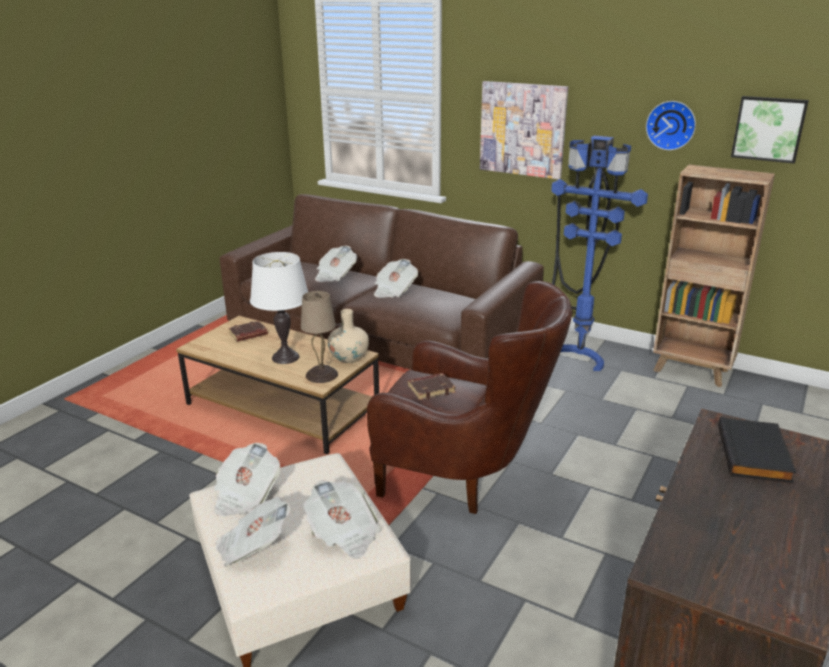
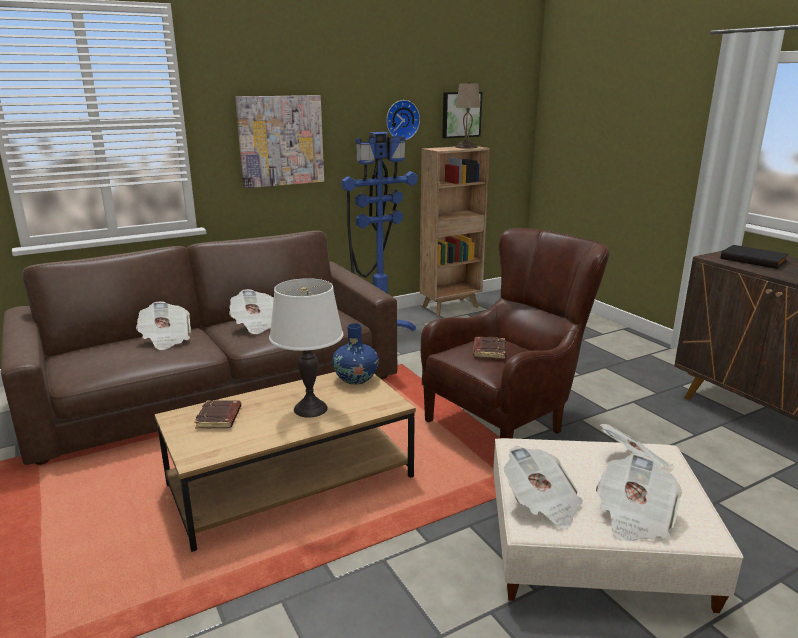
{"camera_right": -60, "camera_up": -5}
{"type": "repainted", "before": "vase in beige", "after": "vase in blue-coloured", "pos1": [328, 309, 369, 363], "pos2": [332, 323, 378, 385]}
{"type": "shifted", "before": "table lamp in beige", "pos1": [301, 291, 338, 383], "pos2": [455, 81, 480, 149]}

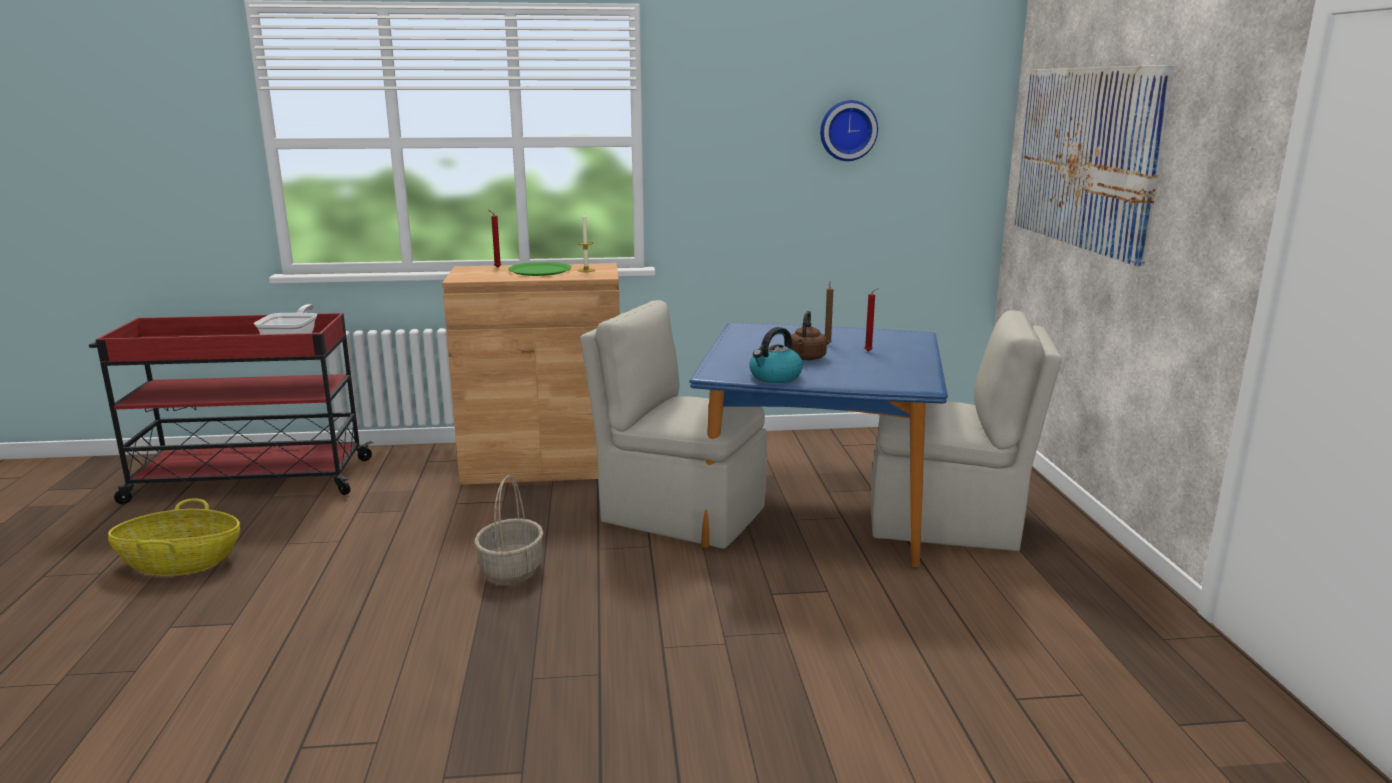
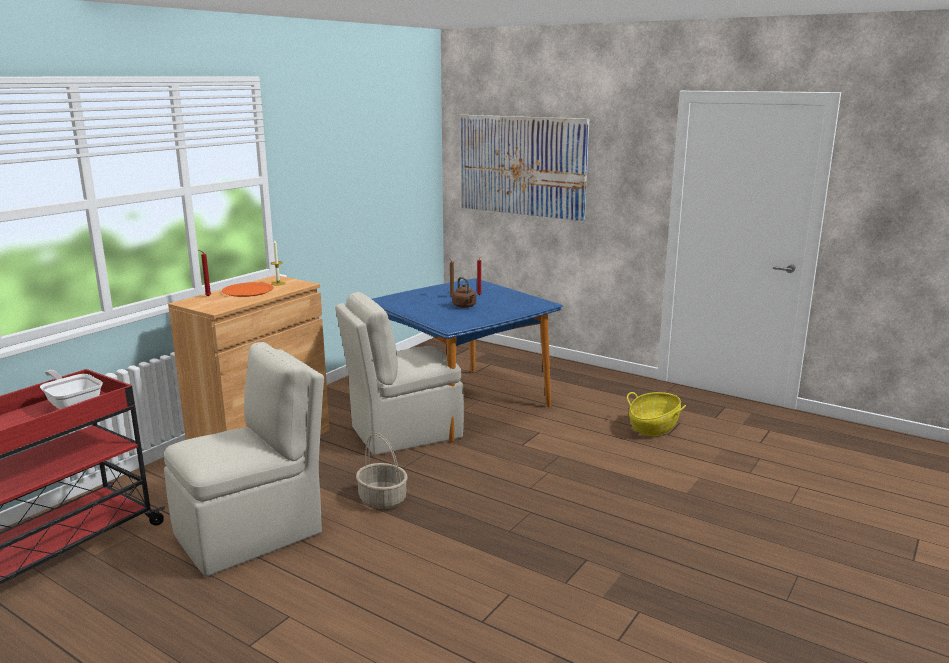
{"camera_right": -50, "camera_up": 0}
{"type": "shifted", "before": "chair in beige", "pos1": [871, 310, 1062, 551], "pos2": [164, 342, 324, 577]}
{"type": "repainted", "before": "dinner plate in green-coloured", "after": "dinner plate in orangey", "pos1": [508, 262, 571, 276], "pos2": [222, 282, 274, 297]}
{"type": "shifted", "before": "storage basket", "pos1": [108, 498, 240, 576], "pos2": [627, 392, 686, 436]}
{"type": "gone", "before": "water kettle", "pos1": [749, 327, 803, 383]}
{"type": "gone", "before": "wall clock", "pos1": [820, 100, 878, 161]}

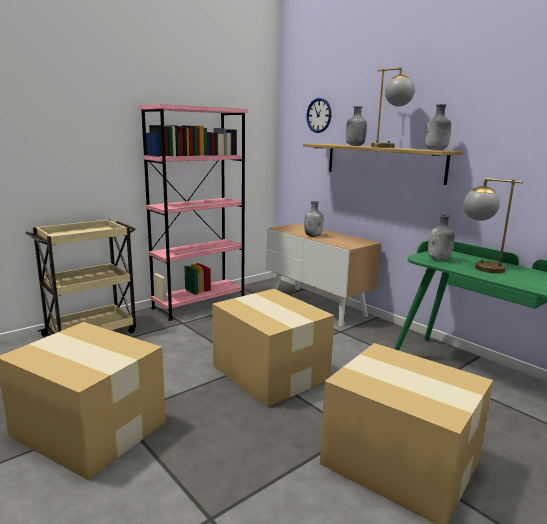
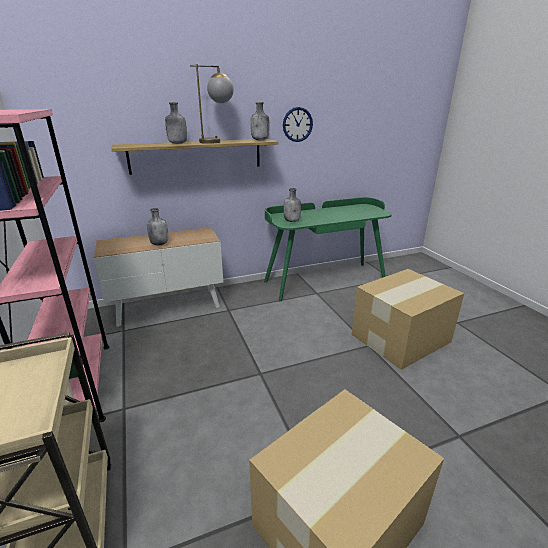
{"camera_right": -70, "camera_up": 10}
{"type": "shifted", "before": "wall clock", "pos1": [306, 98, 332, 133], "pos2": [283, 107, 313, 142]}
{"type": "gone", "before": "carton", "pos1": [212, 289, 334, 407]}
{"type": "gone", "before": "table lamp", "pos1": [463, 178, 523, 273]}

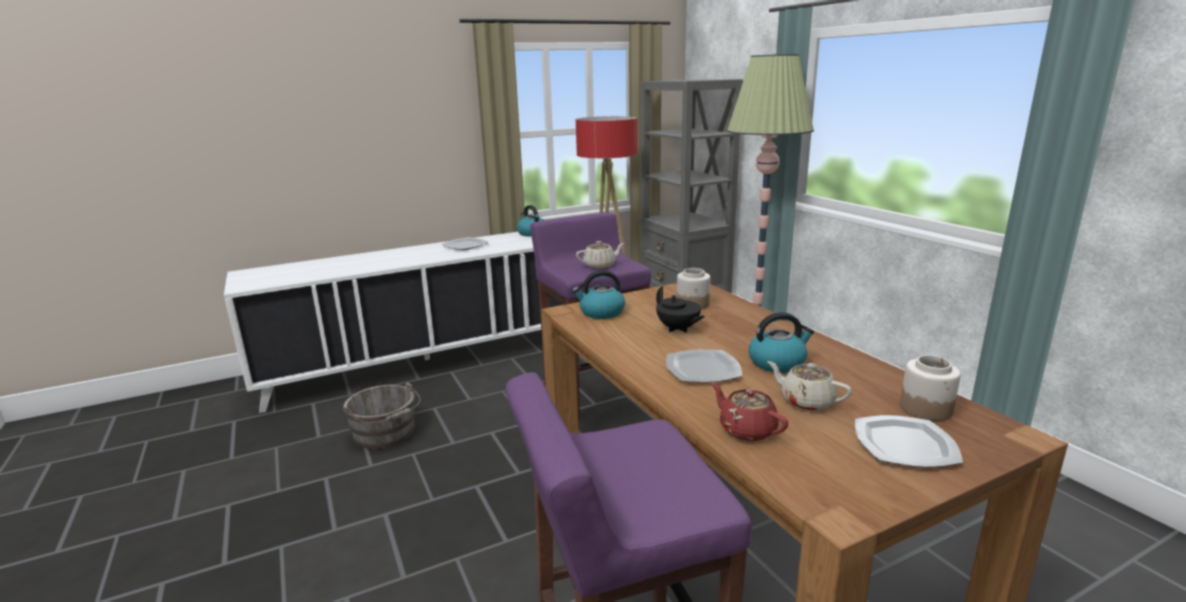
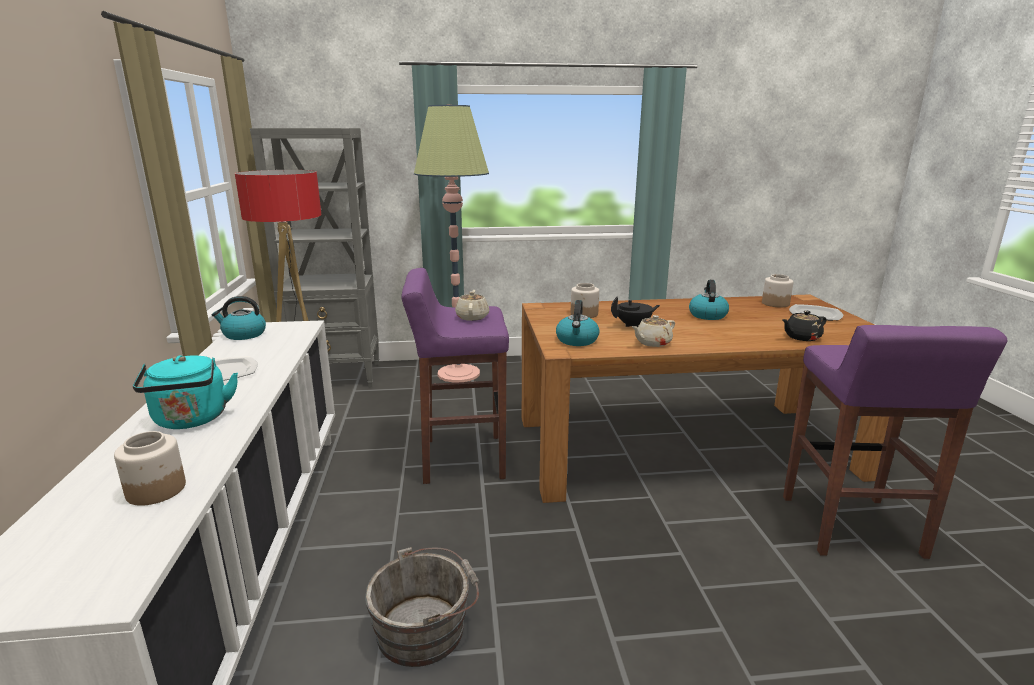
{"camera_right": -70, "camera_up": 0}
{"type": "new", "after": "storage jar", "pos2": [114, 431, 186, 506]}
{"type": "new", "after": "water kettle in turquoise", "pos2": [133, 355, 238, 429]}
{"type": "shifted", "before": "tea pot in beige", "pos1": [767, 361, 852, 411], "pos2": [632, 315, 675, 347]}
{"type": "repainted", "before": "tea pot in reddish", "after": "tea pot in blackish", "pos1": [711, 382, 789, 441], "pos2": [782, 310, 827, 341]}
{"type": "gone", "before": "dinner plate", "pos1": [666, 349, 742, 382]}

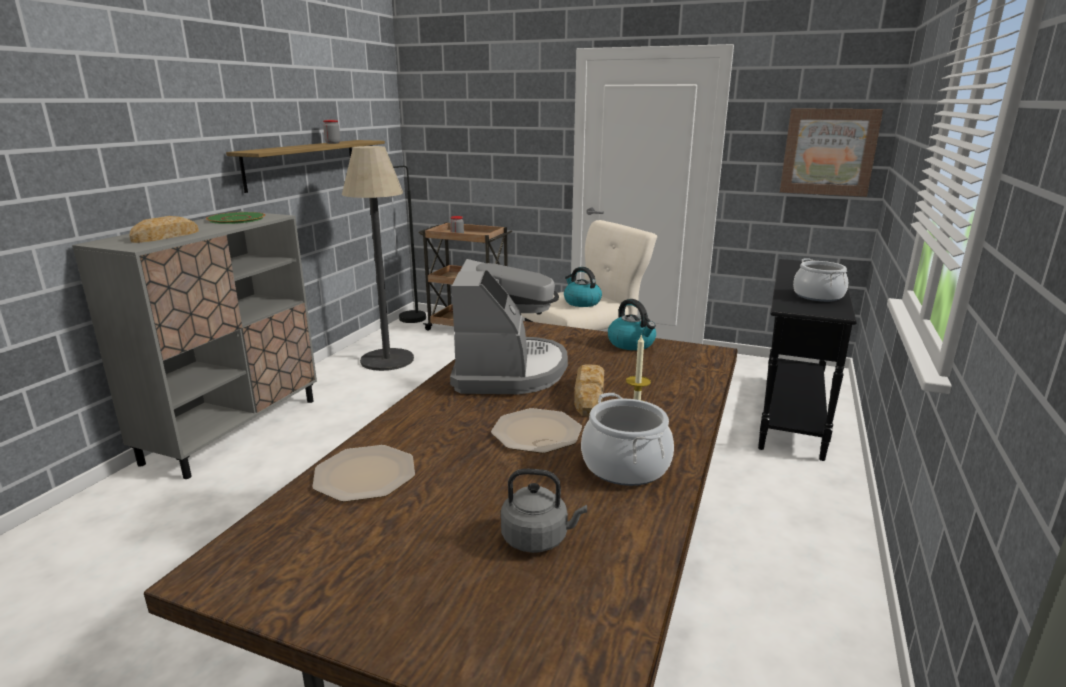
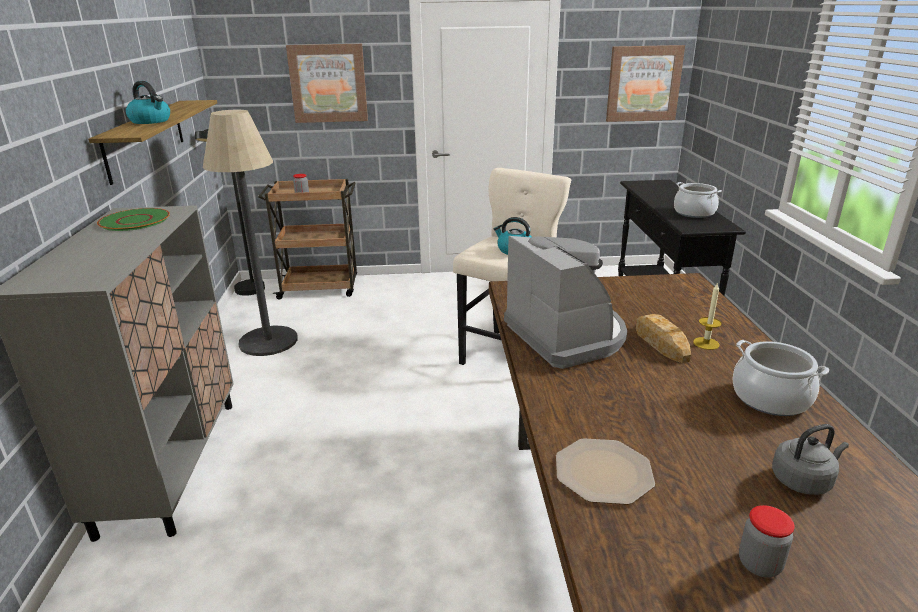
{"camera_right": -25, "camera_up": 5}
{"type": "shifted", "before": "water kettle", "pos1": [608, 299, 656, 350], "pos2": [126, 81, 170, 124]}
{"type": "new", "after": "picture", "pos2": [286, 44, 368, 123]}
{"type": "shifted", "before": "storage jar", "pos1": [323, 120, 340, 144], "pos2": [739, 505, 795, 578]}
{"type": "gone", "before": "bread", "pos1": [129, 216, 199, 243]}
{"type": "gone", "before": "dinner plate", "pos1": [491, 408, 582, 453]}

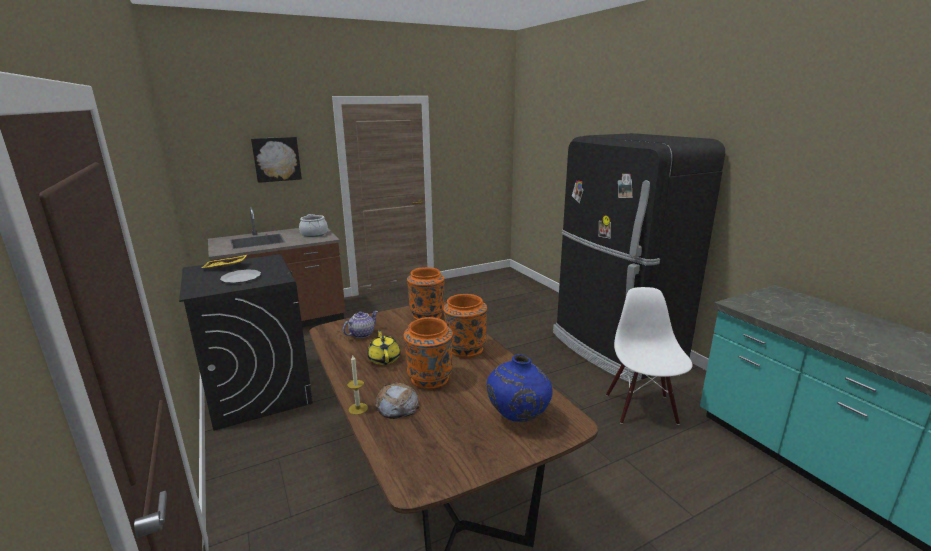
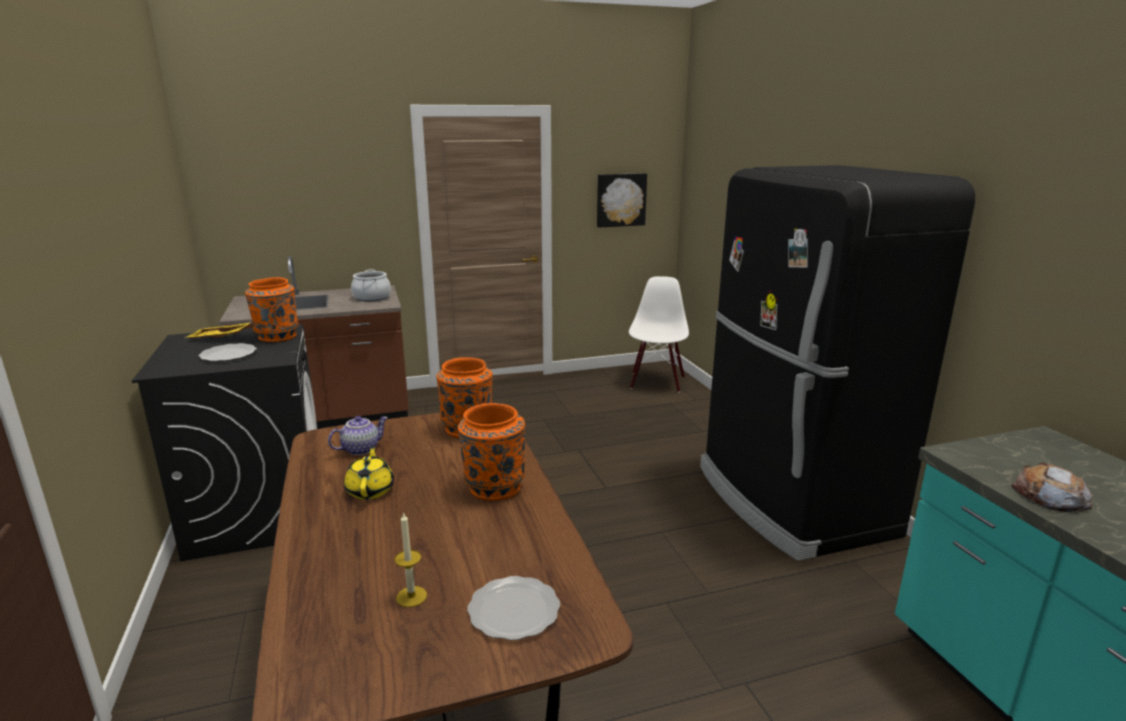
{"camera_right": 10, "camera_up": 0}
{"type": "shifted", "before": "vase in orangey", "pos1": [404, 317, 453, 389], "pos2": [245, 277, 299, 342]}
{"type": "shifted", "before": "candle", "pos1": [347, 355, 368, 415], "pos2": [394, 512, 427, 607]}
{"type": "swapped", "before": "vase in blue-coloured", "after": "dinner plate", "pos1": [487, 354, 553, 422], "pos2": [467, 576, 560, 640]}
{"type": "shifted", "before": "picture", "pos1": [251, 137, 302, 183], "pos2": [597, 173, 647, 228]}
{"type": "shifted", "before": "chair in white-coloured", "pos1": [606, 287, 692, 425], "pos2": [629, 276, 689, 393]}
{"type": "shifted", "before": "bread", "pos1": [375, 382, 420, 419], "pos2": [1012, 463, 1092, 512]}

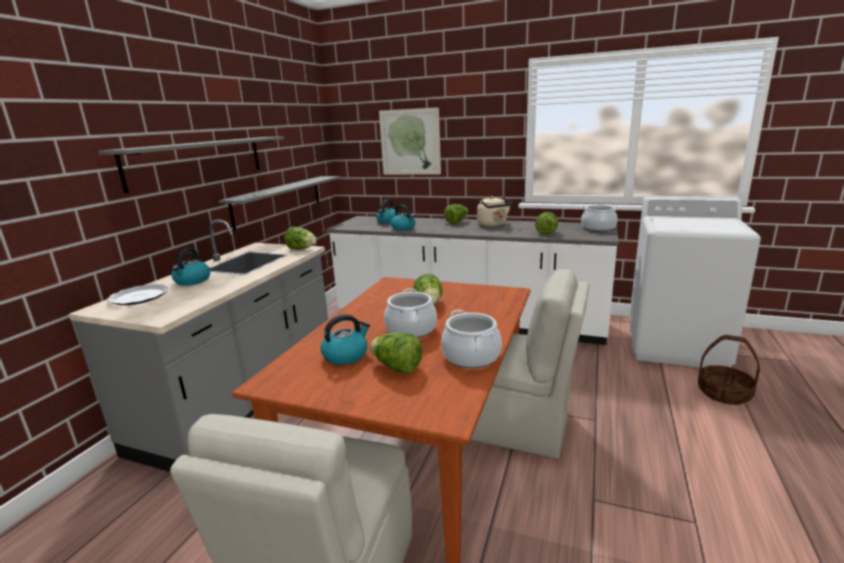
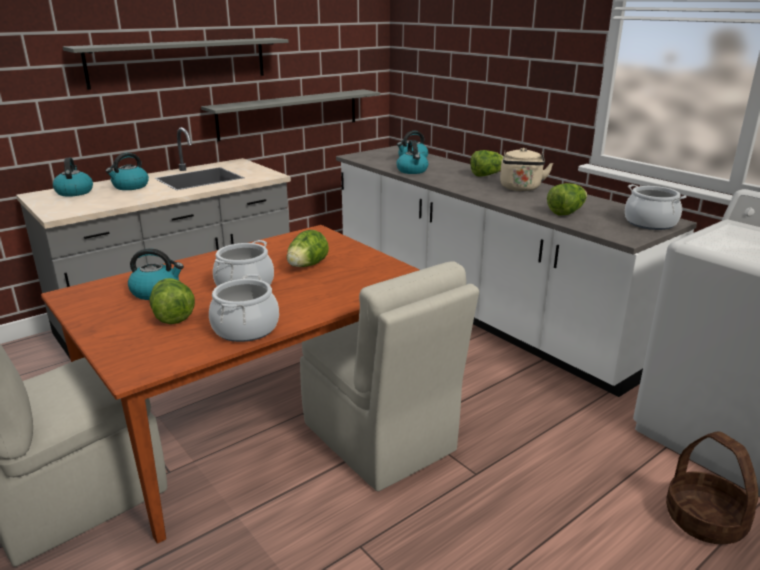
{"camera_right": 30, "camera_up": 5}
{"type": "swapped", "before": "dinner plate", "after": "water kettle", "pos1": [106, 284, 169, 305], "pos2": [53, 157, 93, 197]}
{"type": "gone", "before": "lettuce", "pos1": [284, 227, 317, 250]}
{"type": "gone", "before": "picture", "pos1": [379, 107, 441, 175]}

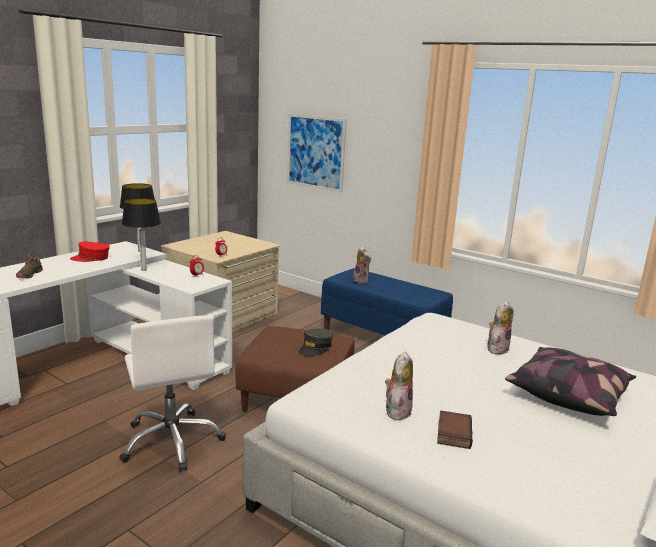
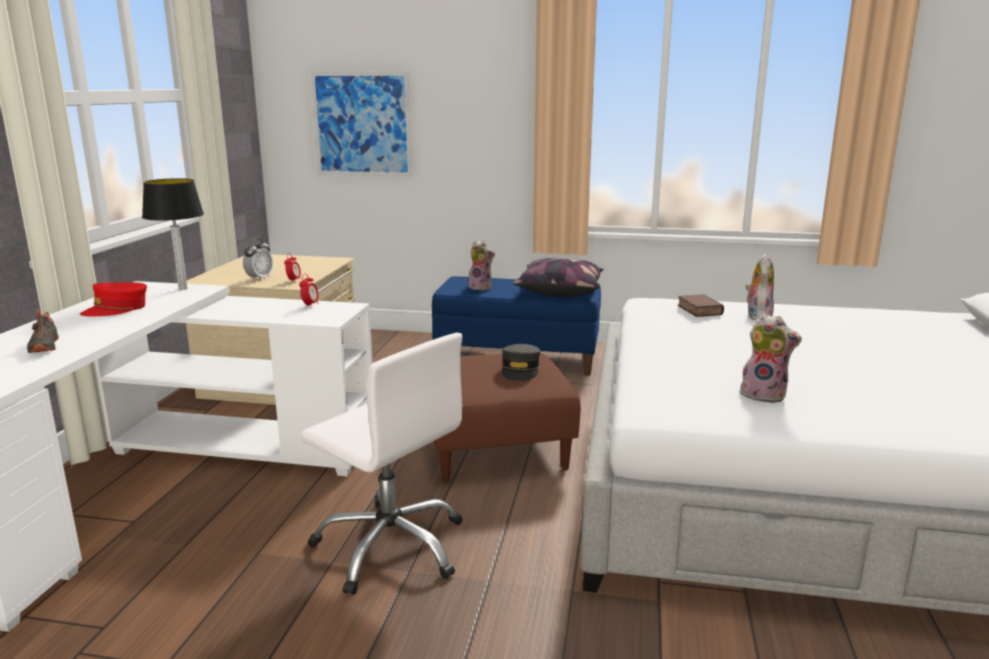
{"camera_right": -25, "camera_up": 0}
{"type": "new", "after": "bedside clock", "pos2": [243, 238, 273, 281]}
{"type": "shifted", "before": "cushion", "pos1": [505, 347, 636, 416], "pos2": [513, 258, 604, 297]}
{"type": "shifted", "before": "bound book", "pos1": [437, 411, 473, 449], "pos2": [677, 294, 724, 317]}
{"type": "rotated", "before": "plush toy", "pos1": [385, 351, 413, 420], "pos2": [740, 313, 802, 403], "turn": 120}
{"type": "gone", "before": "table lamp", "pos1": [122, 198, 161, 271]}

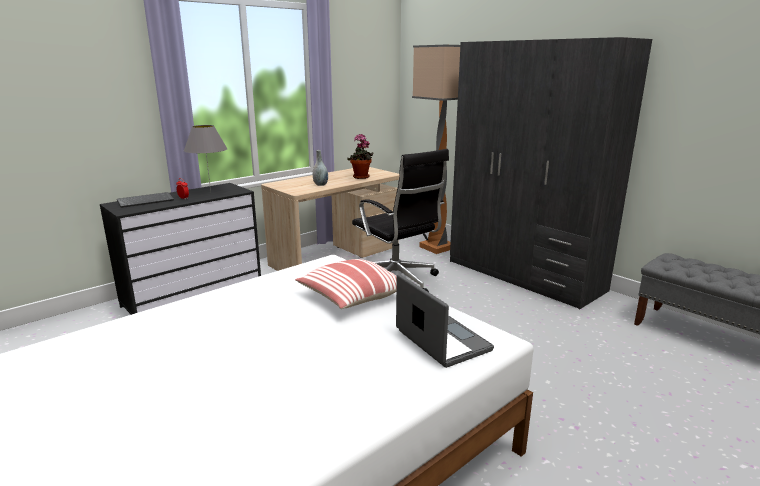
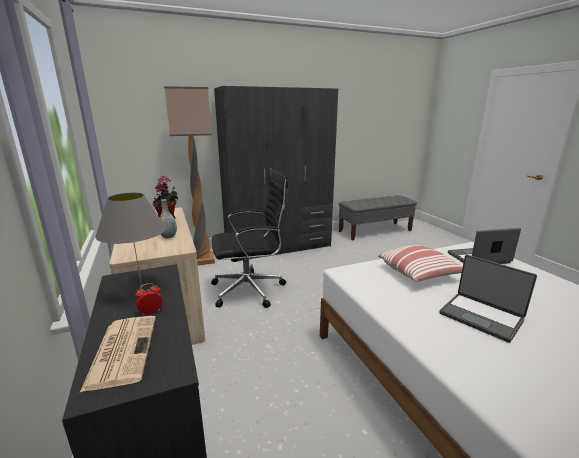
{"camera_right": -70, "camera_up": 0}
{"type": "swapped", "before": "PC keyboard", "after": "daily paper", "pos1": [117, 192, 174, 208], "pos2": [80, 316, 156, 392]}
{"type": "new", "after": "portable computer", "pos2": [439, 255, 537, 343]}

